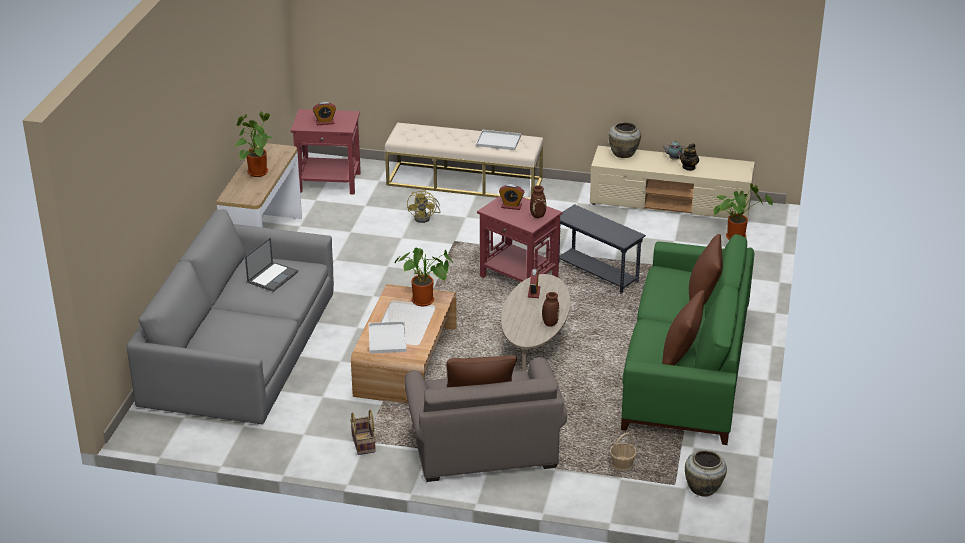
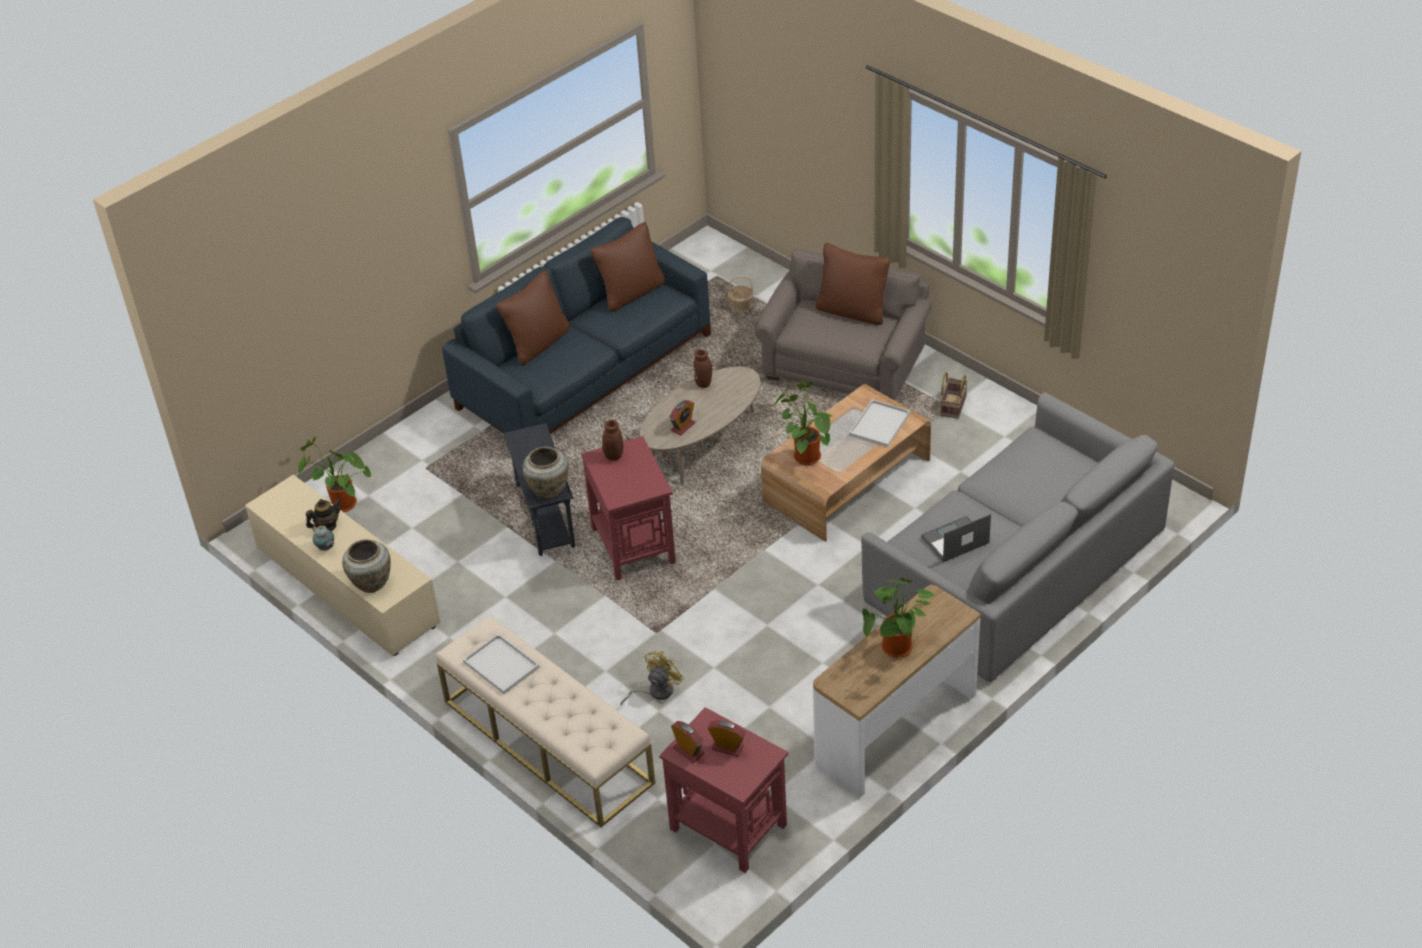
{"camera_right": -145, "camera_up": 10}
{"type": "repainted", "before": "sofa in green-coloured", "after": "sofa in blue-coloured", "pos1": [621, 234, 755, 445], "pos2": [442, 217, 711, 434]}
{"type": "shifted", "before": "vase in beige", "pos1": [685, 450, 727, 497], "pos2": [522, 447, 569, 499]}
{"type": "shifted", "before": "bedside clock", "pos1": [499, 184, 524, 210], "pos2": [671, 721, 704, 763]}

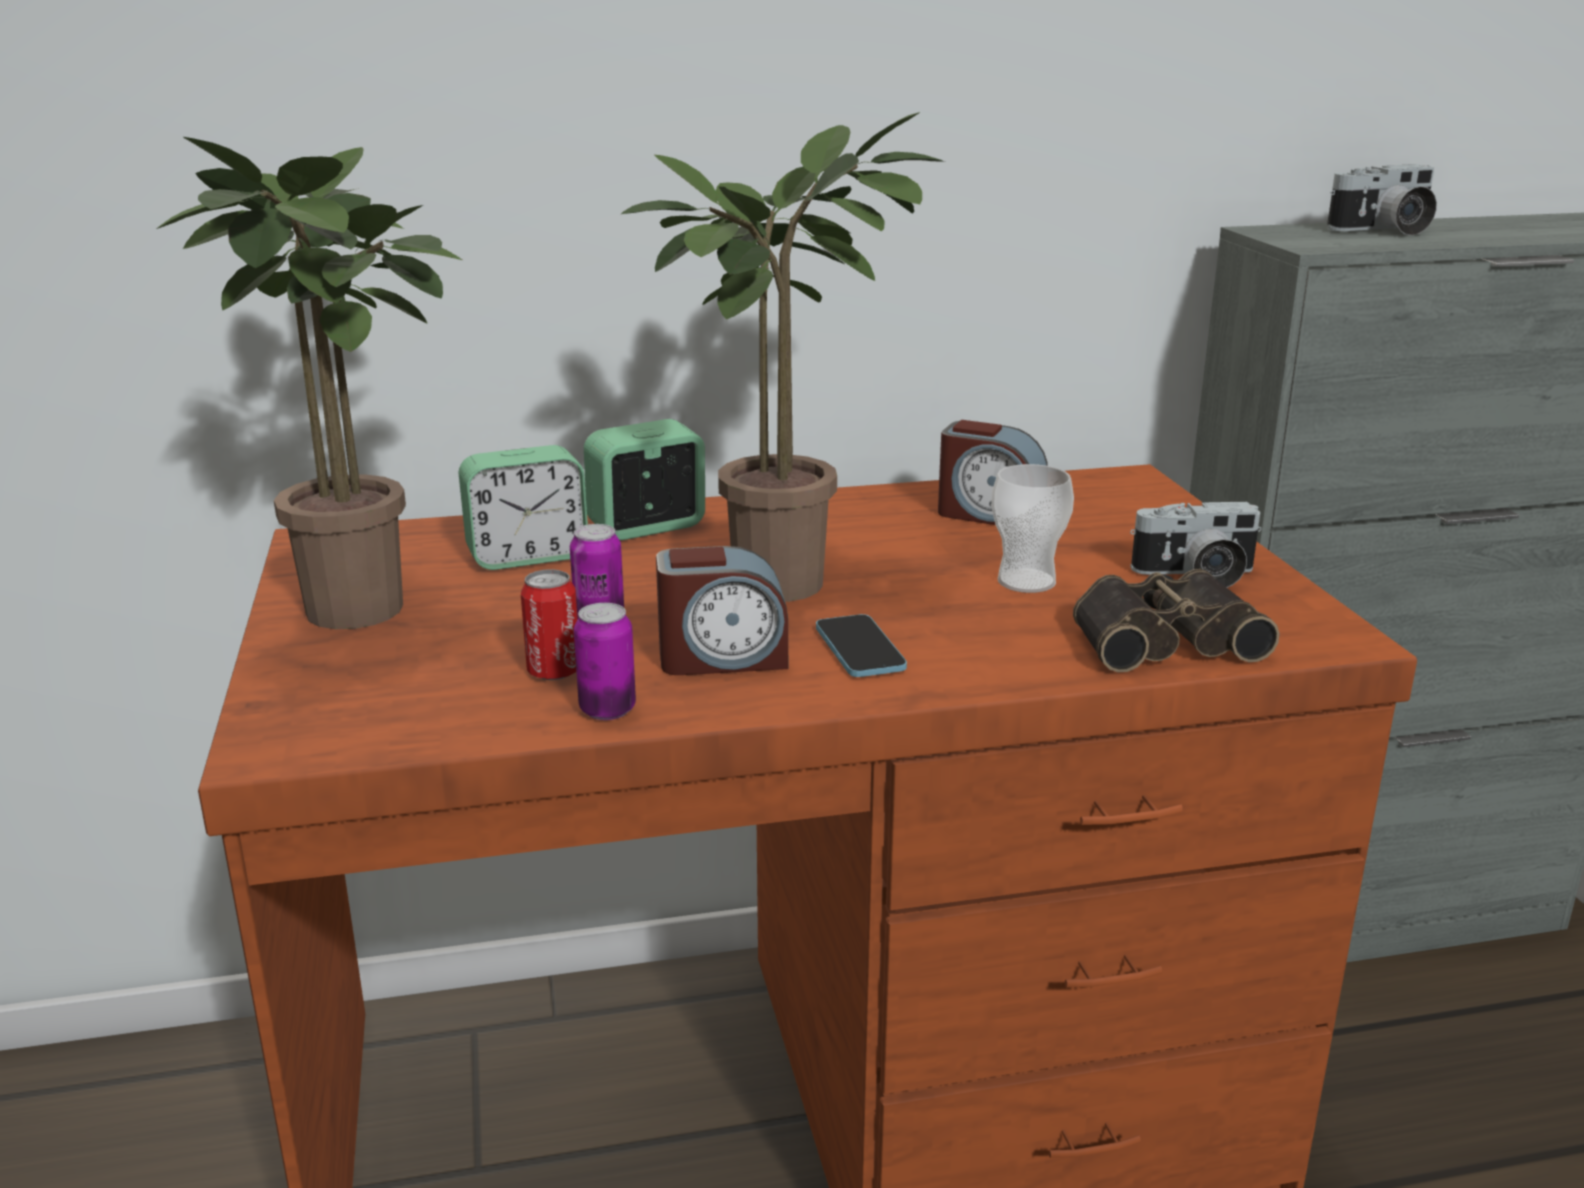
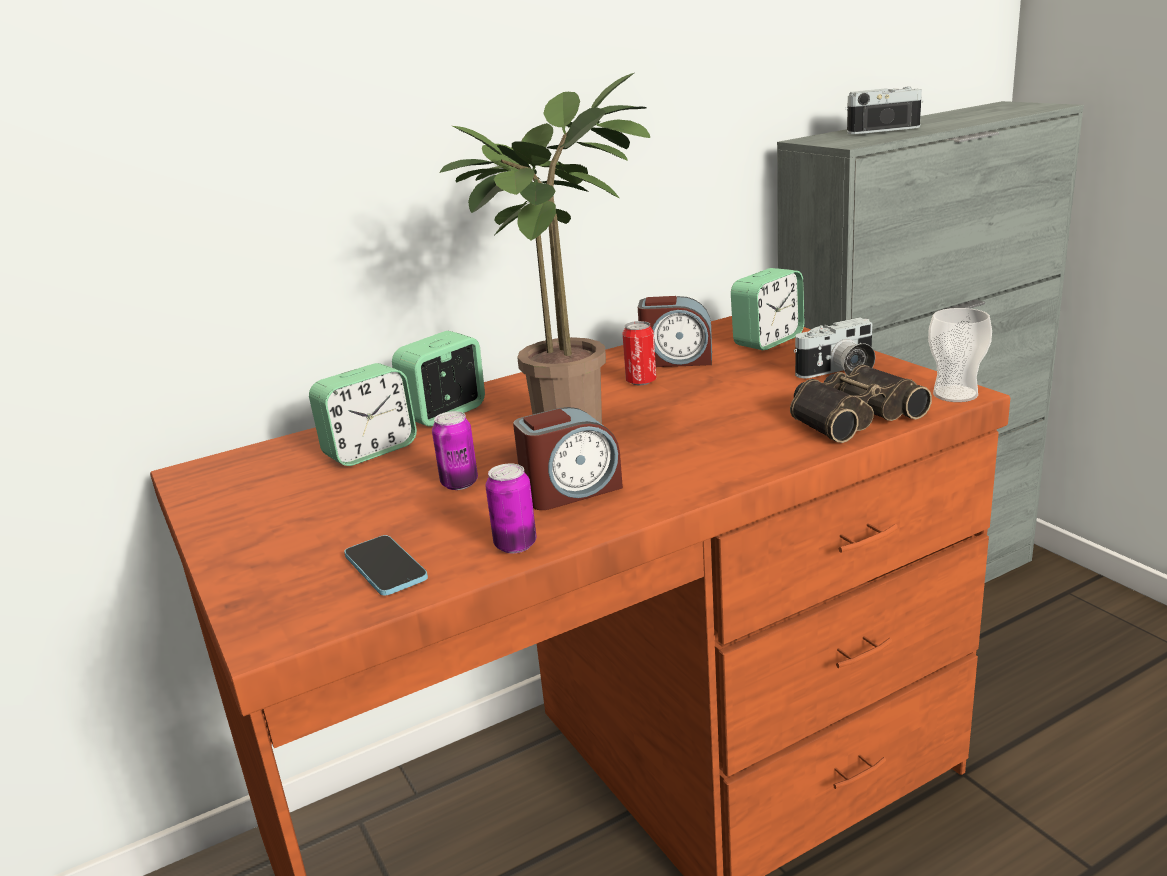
{"camera_right": -15, "camera_up": 0}
{"type": "shifted", "before": "handset", "pos1": [816, 614, 907, 677], "pos2": [344, 535, 428, 596]}
{"type": "shifted", "before": "can", "pos1": [521, 569, 578, 680], "pos2": [622, 321, 656, 385]}
{"type": "new", "after": "bedside clock", "pos2": [731, 268, 804, 350]}
{"type": "rotated", "before": "still camera", "pos1": [1327, 164, 1437, 236], "pos2": [845, 87, 923, 134], "turn": -150}
{"type": "shifted", "before": "drinking cup", "pos1": [991, 464, 1074, 593], "pos2": [928, 308, 992, 402]}
{"type": "gone", "before": "plant in a pot", "pos1": [157, 137, 462, 629]}

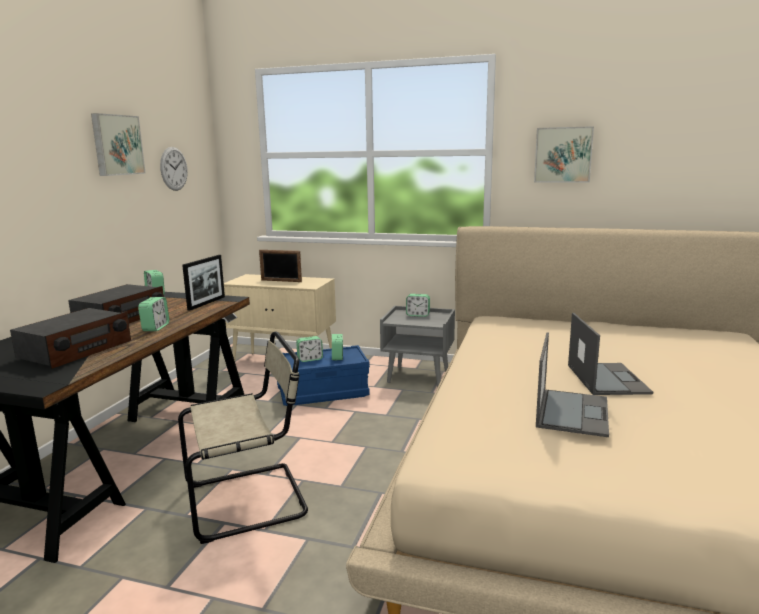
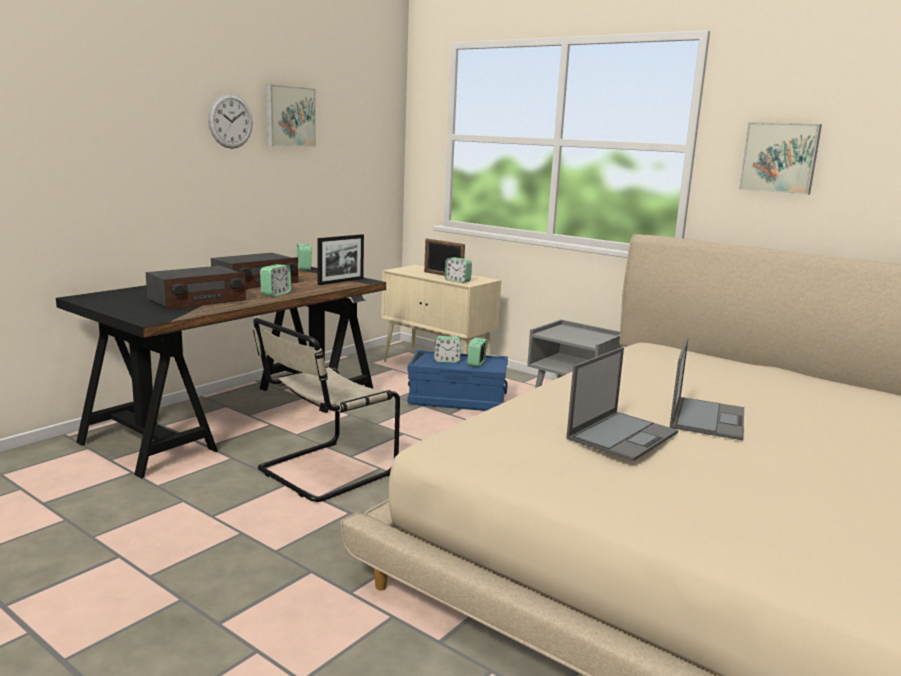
{"camera_right": 20, "camera_up": 0}
{"type": "shifted", "before": "wall clock", "pos1": [160, 147, 188, 191], "pos2": [208, 94, 253, 149]}
{"type": "rotated", "before": "chair in beige", "pos1": [178, 331, 308, 544], "pos2": [253, 318, 400, 502], "turn": 135}
{"type": "shifted", "before": "bedside clock", "pos1": [406, 294, 430, 317], "pos2": [445, 257, 472, 283]}

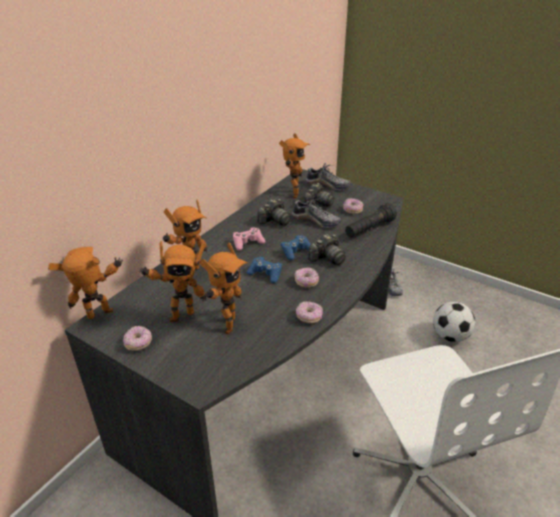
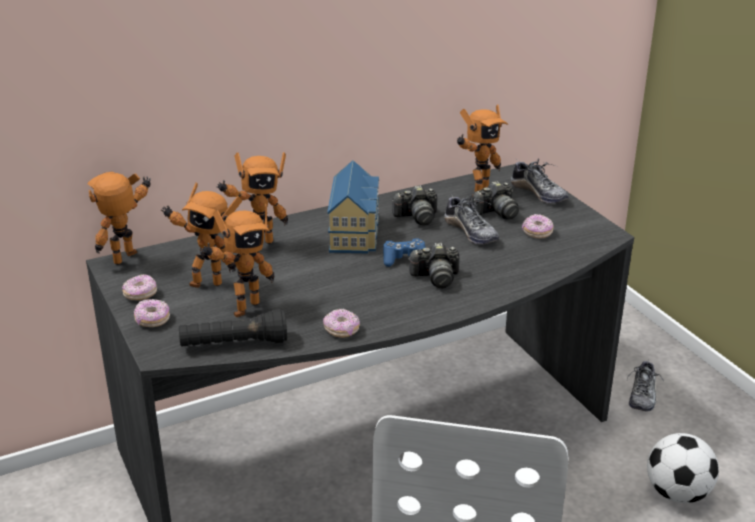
{"camera_right": 30, "camera_up": -5}
{"type": "rotated", "before": "model robot", "pos1": [48, 247, 123, 319], "pos2": [87, 172, 151, 265], "turn": -60}
{"type": "shifted", "before": "doughnut", "pos1": [295, 268, 319, 288], "pos2": [134, 299, 170, 327]}
{"type": "shifted", "before": "flashlight in blackish", "pos1": [345, 203, 397, 238], "pos2": [179, 309, 287, 346]}
{"type": "swapped", "before": "gamepad in pink", "after": "model house", "pos1": [233, 227, 265, 251], "pos2": [327, 160, 379, 253]}
{"type": "gone", "before": "gamepad in blue-coloured", "pos1": [247, 257, 282, 283]}

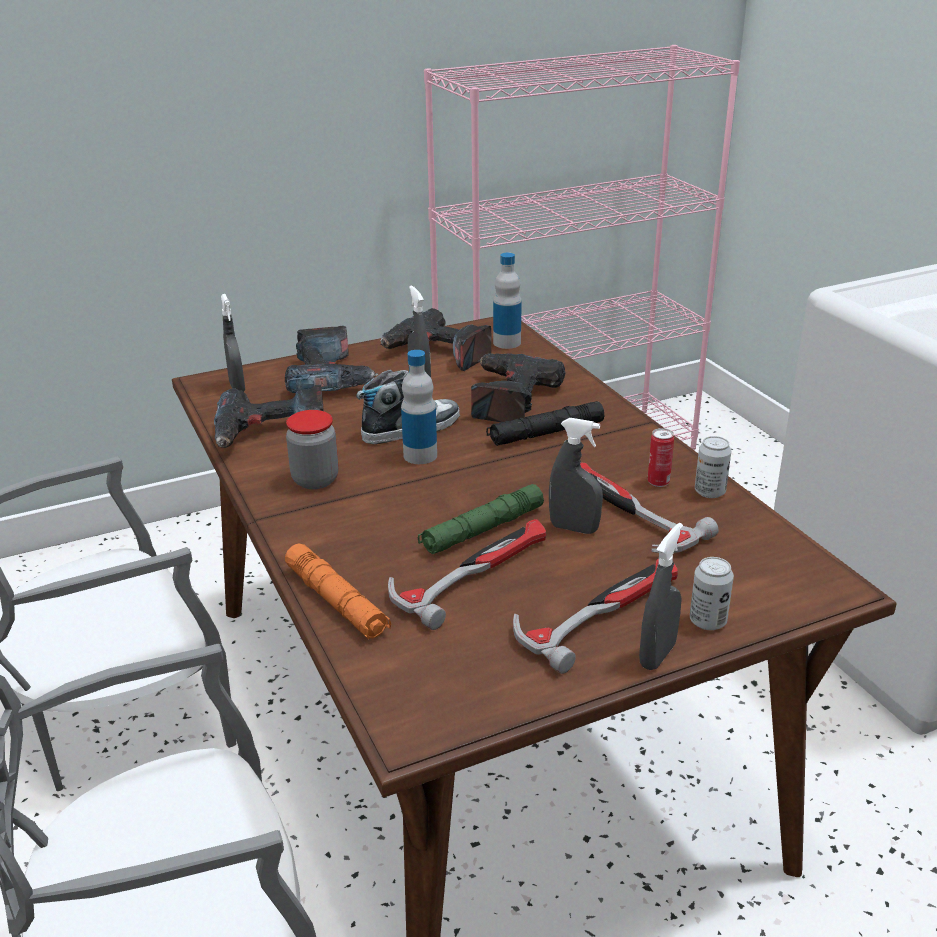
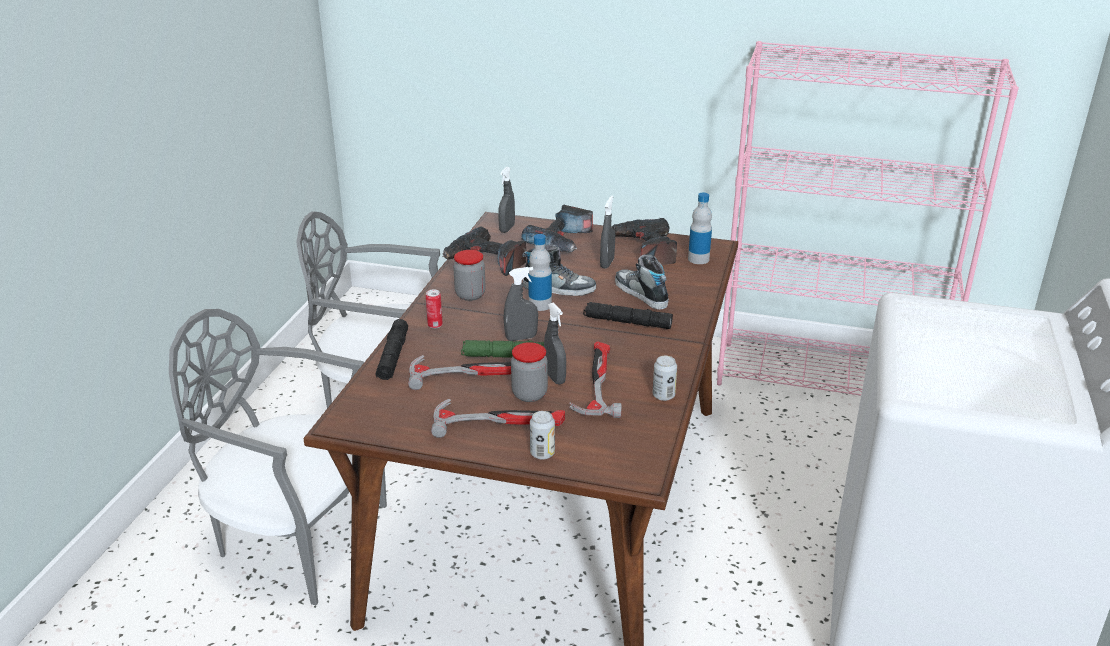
{"camera_right": 40, "camera_up": 0}
{"type": "repainted", "before": "flashlight in orangey", "after": "flashlight in blackish", "pos1": [285, 544, 391, 639], "pos2": [375, 319, 408, 380]}
{"type": "shifted", "before": "can", "pos1": [648, 428, 674, 487], "pos2": [426, 289, 443, 329]}
{"type": "shifted", "before": "sprayer in grey", "pos1": [639, 523, 683, 670], "pos2": [503, 267, 538, 341]}
{"type": "new", "after": "storage jar", "pos2": [511, 342, 548, 402]}
{"type": "swapped", "before": "power drill", "after": "shoe", "pos1": [471, 353, 566, 422], "pos2": [615, 254, 669, 309]}

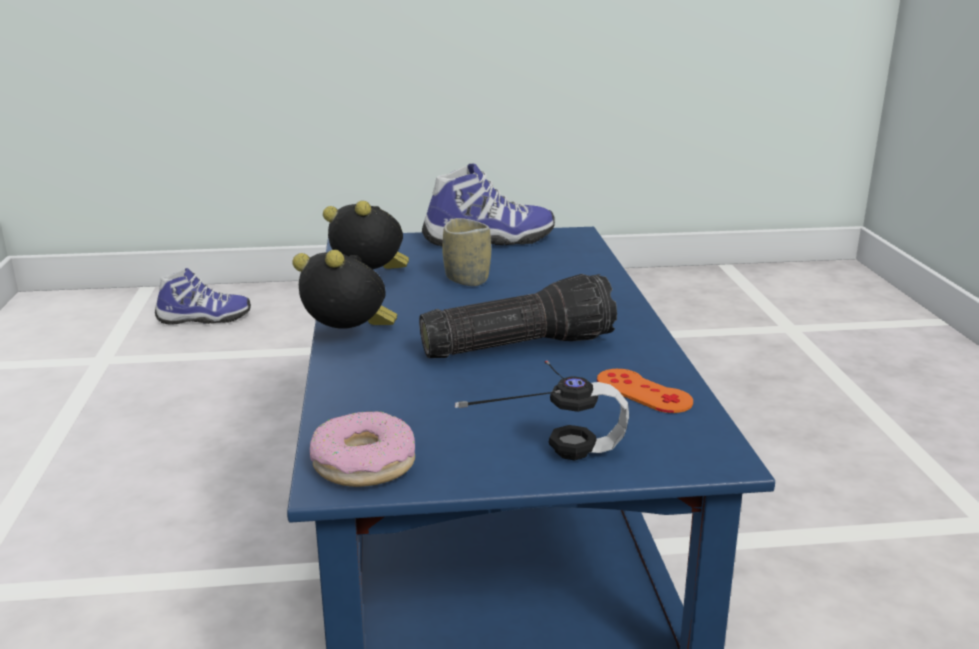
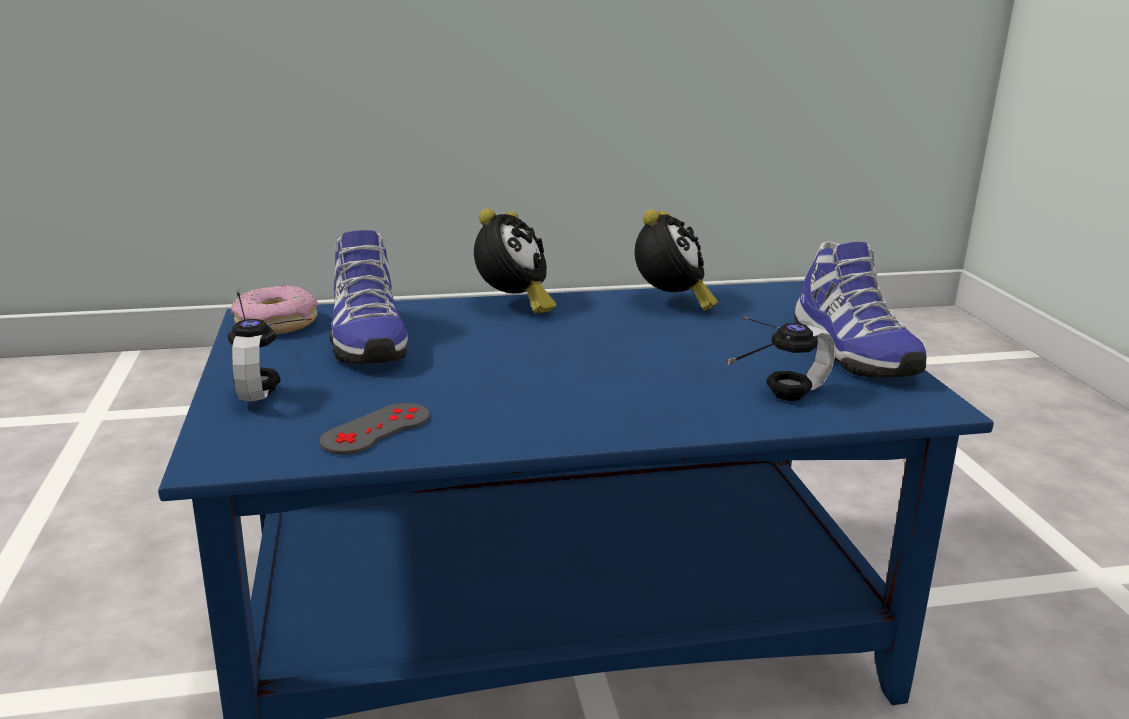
{"camera_right": 85, "camera_up": 0}
{"type": "repainted", "before": "gamepad in orangey", "after": "gamepad in grey", "pos1": [597, 369, 693, 413], "pos2": [320, 403, 430, 455]}
{"type": "shifted", "before": "shoe", "pos1": [155, 268, 251, 325], "pos2": [329, 230, 408, 364]}
{"type": "new", "after": "pair of headphones", "pos2": [727, 316, 835, 401]}
{"type": "gone", "before": "flashlight", "pos1": [419, 274, 617, 358]}
{"type": "gone", "before": "drinking cup", "pos1": [442, 218, 491, 286]}

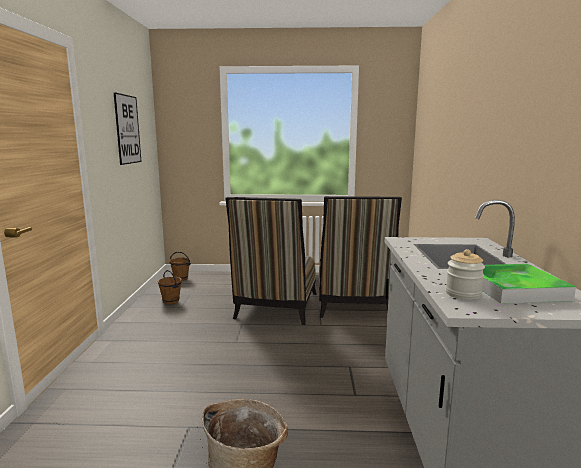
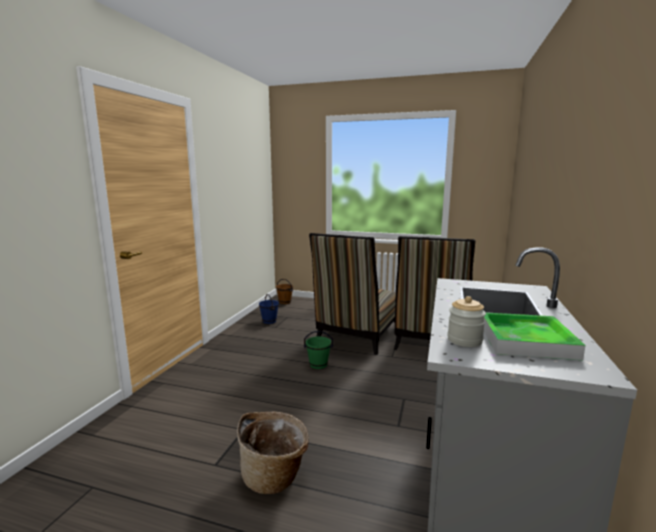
{"camera_right": 15, "camera_up": 0}
{"type": "repainted", "before": "water bucket in brown", "after": "water bucket in blue-coloured", "pos1": [158, 270, 182, 305], "pos2": [259, 294, 279, 324]}
{"type": "new", "after": "water bucket in green-coloured", "pos2": [304, 331, 333, 369]}
{"type": "gone", "before": "picture", "pos1": [114, 92, 142, 165]}

